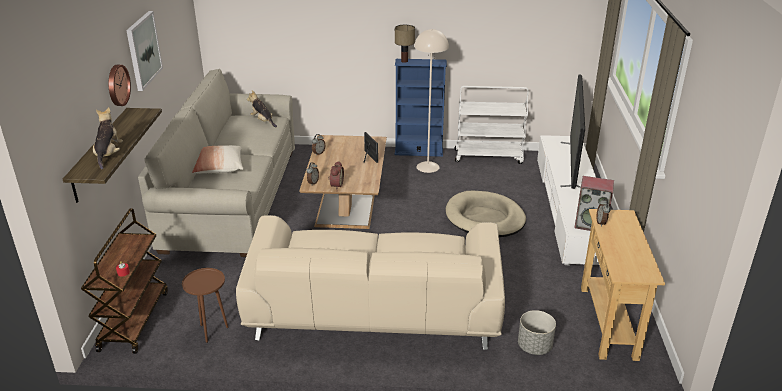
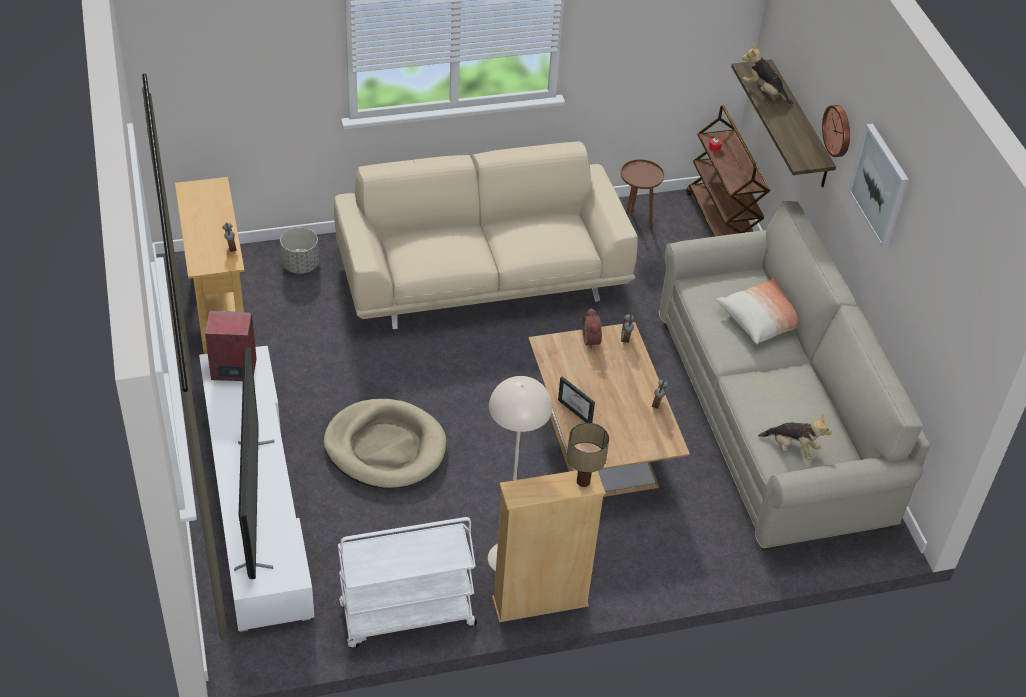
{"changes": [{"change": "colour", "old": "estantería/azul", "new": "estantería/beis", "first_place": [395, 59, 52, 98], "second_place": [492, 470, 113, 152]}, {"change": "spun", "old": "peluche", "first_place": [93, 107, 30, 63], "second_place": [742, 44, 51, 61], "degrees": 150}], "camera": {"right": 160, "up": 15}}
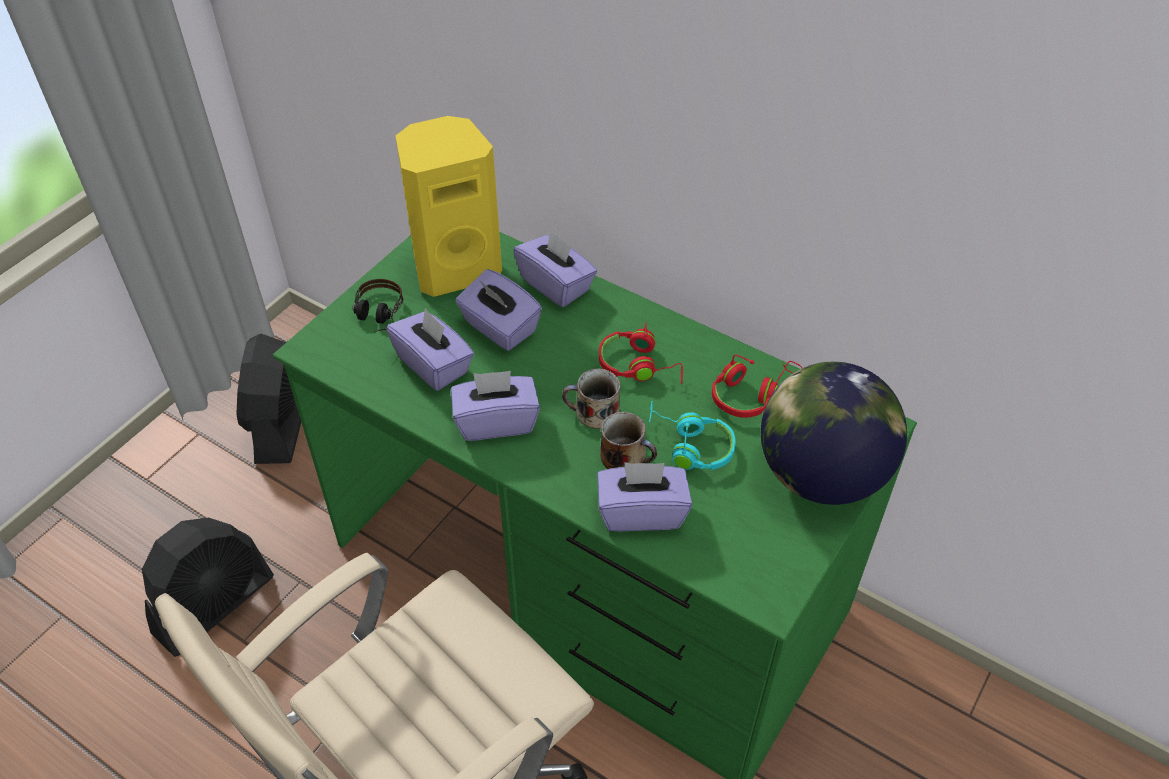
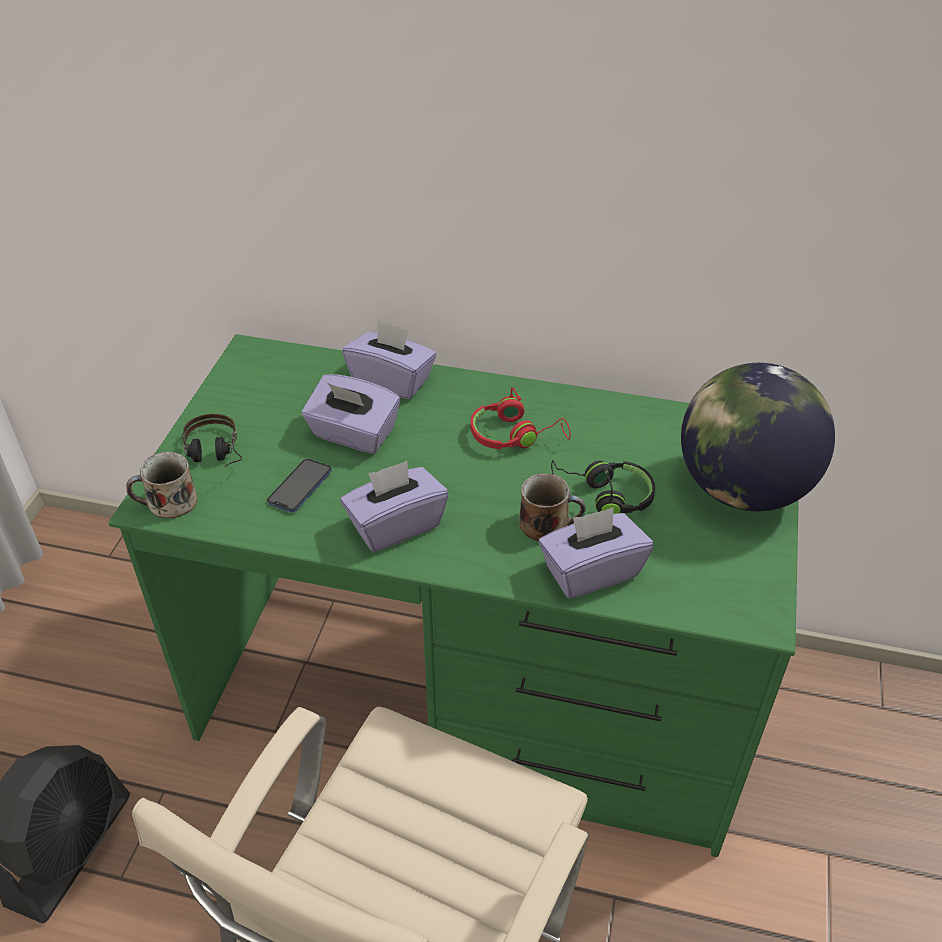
{"changes": [{"change": "missing", "old": "ventilador/negro", "first_place": [236, 333, 65, 131]}, {"change": "missing", "old": "altavoz/amarillo", "first_place": [396, 116, 106, 181]}, {"change": "missing", "old": "auriculares/rojo", "first_place": [712, 354, 90, 64]}, {"change": "relocated", "old": "taza grande", "first_place": [562, 369, 58, 60], "second_place": [126, 452, 71, 66]}, {"change": "exchanged", "old": "caja de pañuelos/morado", "new": "móvil", "first_place": [386, 308, 88, 83], "second_place": [267, 459, 65, 53]}, {"change": "colour", "old": "auriculares/turquesa", "new": "auriculares/negro", "first_place": [648, 401, 88, 69], "second_place": [551, 460, 104, 54]}], "camera": {"right": -20, "up": -5}}
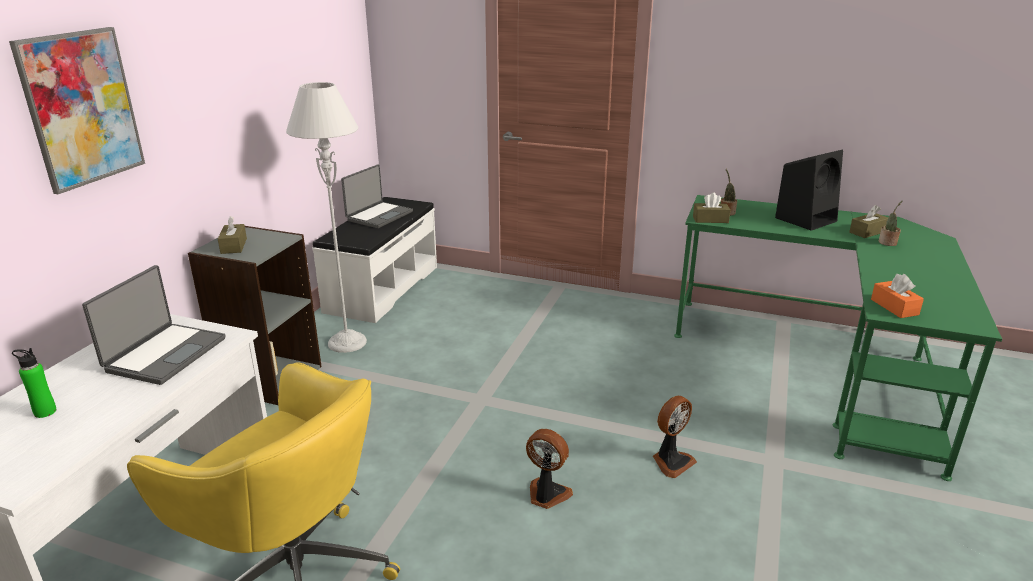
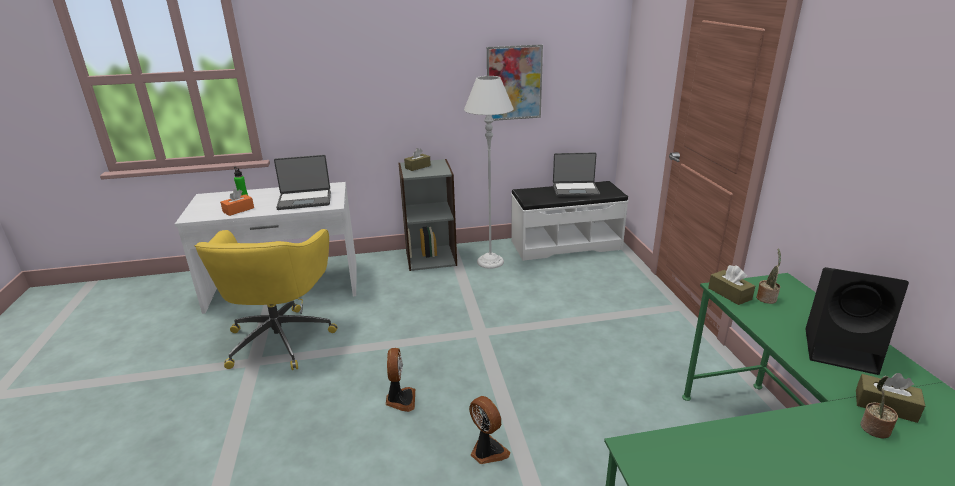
{"changes": [{"change": "relocated", "old": "cuadro", "first_place": [9, 27, 136, 167], "second_place": [487, 44, 56, 77]}, {"change": "relocated", "old": "caja de pañuelos/naranja", "first_place": [871, 274, 53, 44], "second_place": [220, 189, 34, 27]}, {"change": "spun", "old": "ventilador", "first_place": [653, 396, 44, 82], "second_place": [469, 396, 41, 68], "degrees": -150}], "camera": {"right": 60, "up": 0}}
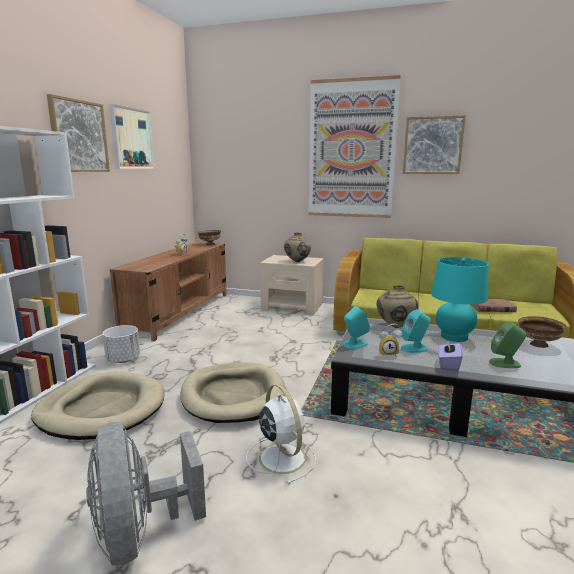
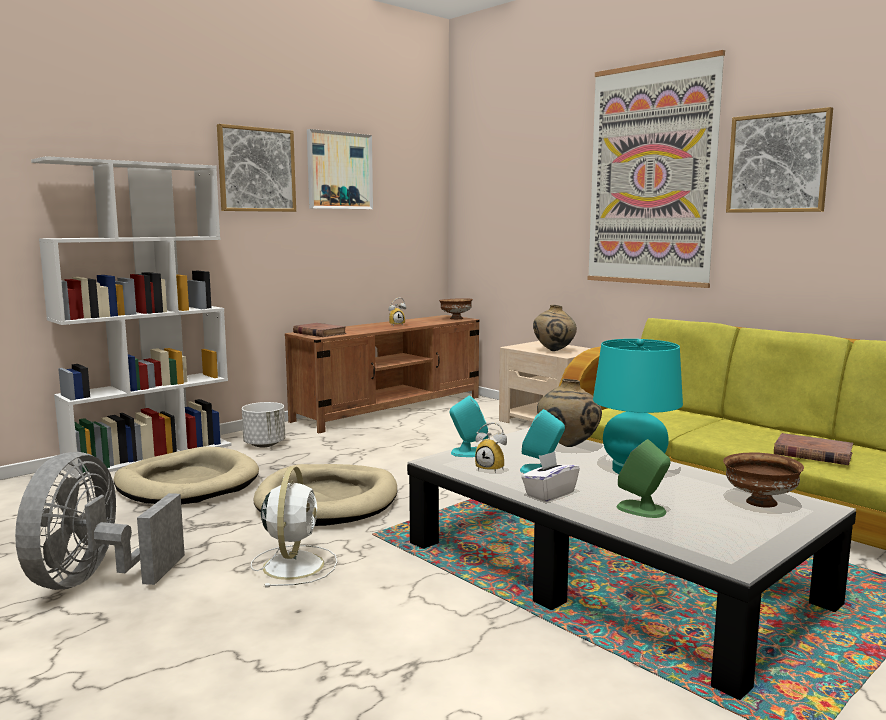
{"changes": [{"change": "appeared", "new": "libro/marrón", "second_place": [293, 323, 54, 14]}, {"change": "colour", "old": "caja de pañuelos/morado", "new": "caja de pañuelos/blanco", "first_place": [438, 339, 25, 32], "second_place": [521, 451, 59, 51]}], "camera": {"right": 30, "up": -5}}
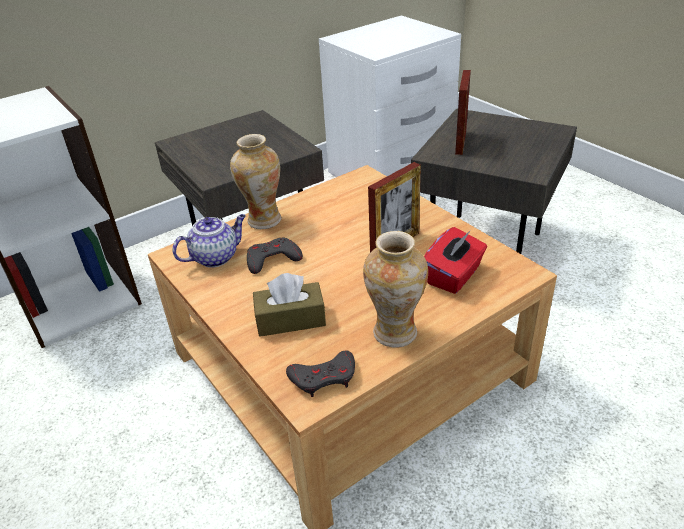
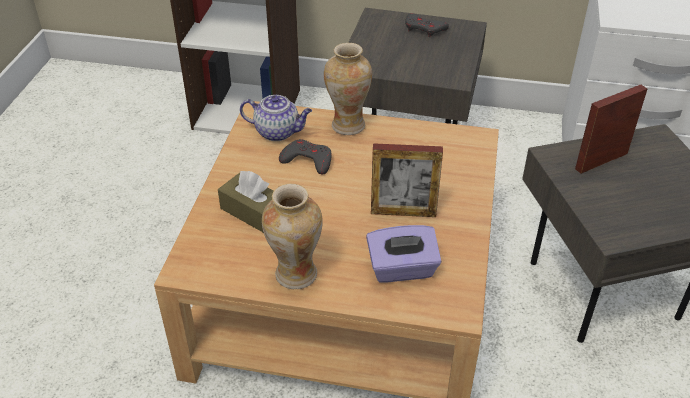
{"changes": [{"change": "relocated", "old": "mando de consola/gris", "first_place": [286, 350, 69, 47], "second_place": [405, 13, 44, 24]}, {"change": "colour", "old": "caja de pañuelos/rojo", "new": "caja de pañuelos/morado", "first_place": [424, 227, 63, 67], "second_place": [366, 225, 76, 58]}], "camera": {"right": 45, "up": 5}}
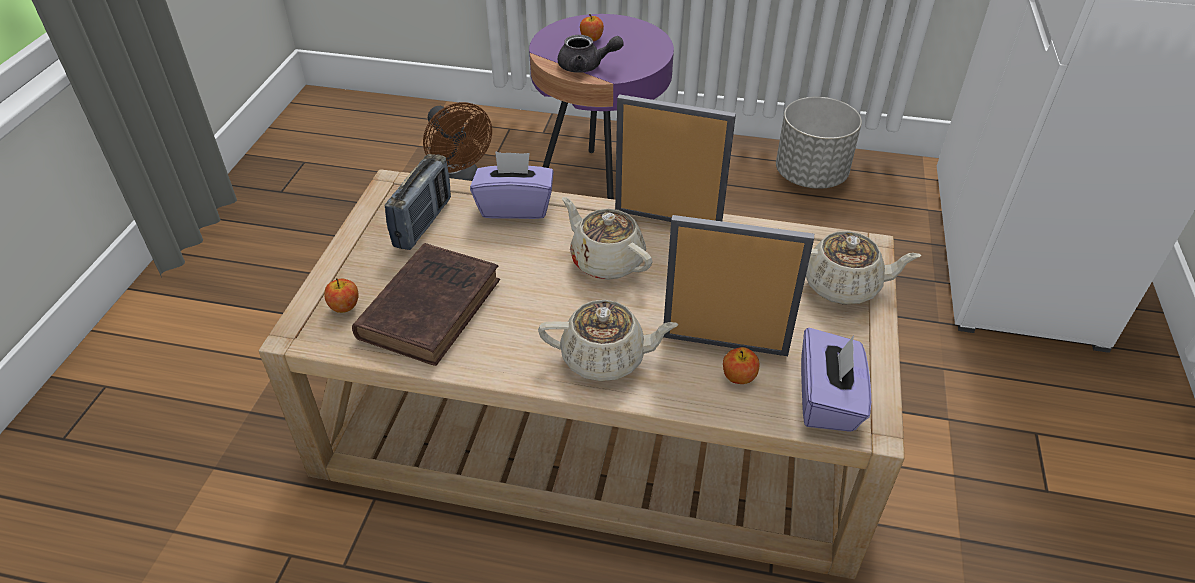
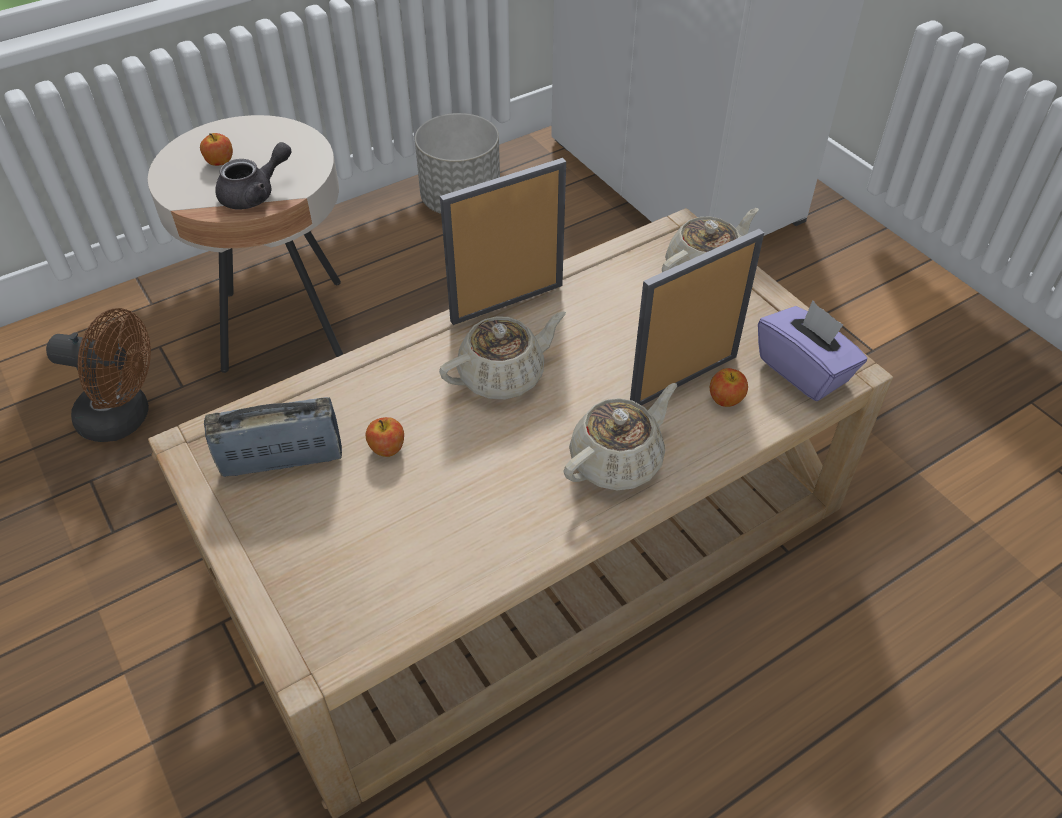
{"changes": [{"change": "missing", "old": "libro/marrón", "first_place": [352, 243, 148, 123]}, {"change": "missing", "old": "caja de pañuelos/morado", "first_place": [470, 151, 83, 68]}, {"change": "relocated", "old": "manzana", "first_place": [324, 278, 35, 35], "second_place": [366, 417, 38, 40]}, {"change": "colour", "old": "mesa auxiliar/morado", "new": "mesa auxiliar/beis", "first_place": [529, 14, 145, 185], "second_place": [148, 115, 195, 258]}, {"change": "spun", "old": "radio", "first_place": [385, 154, 66, 96], "second_place": [204, 397, 138, 80], "degrees": -75}, {"change": "spun", "old": "tetera/beis", "first_place": [562, 197, 91, 83], "second_place": [439, 312, 127, 88], "degrees": 150}], "camera": {"right": -45, "up": 5}}
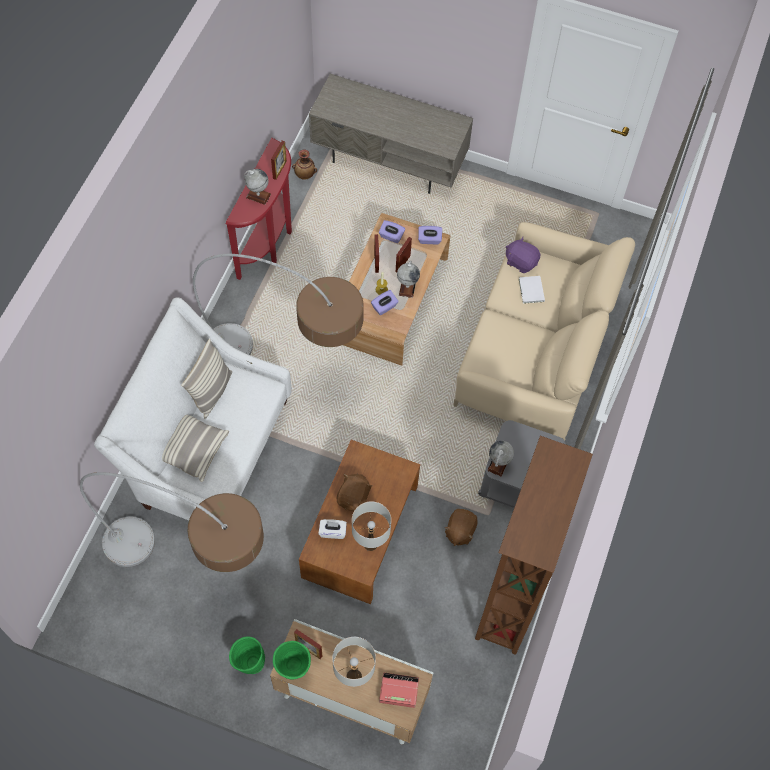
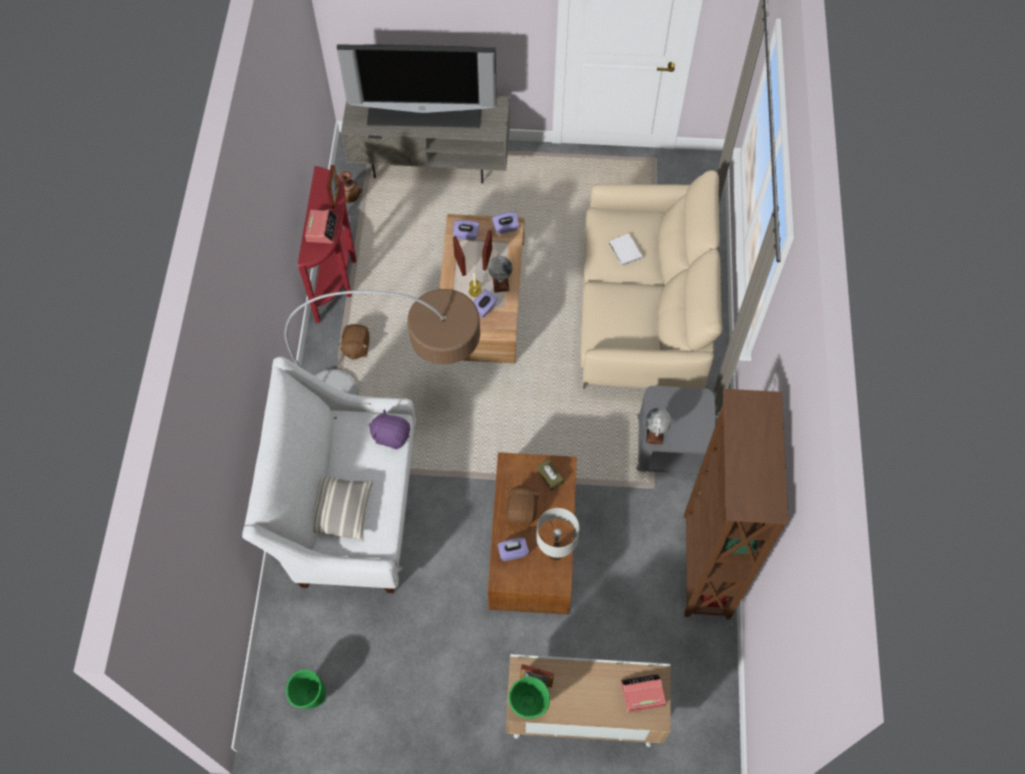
{"changes": [{"change": "missing", "old": "lámpara de pie", "first_place": [80, 472, 184, 100]}, {"change": "missing", "old": "cojín", "first_place": [181, 339, 51, 80]}, {"change": "missing", "old": "lámpara de mesa/blanco", "first_place": [332, 637, 44, 50]}, {"change": "appeared", "new": "televisor", "second_place": [337, 44, 160, 84]}, {"change": "appeared", "new": "caja de pañuelos/marrón", "second_place": [537, 459, 26, 32]}, {"change": "relocated", "old": "florero/verde", "first_place": [229, 637, 36, 37], "second_place": [286, 669, 40, 40]}, {"change": "relocated", "old": "peluche/marrón", "first_place": [444, 509, 34, 37], "second_place": [338, 324, 31, 36]}, {"change": "relocated", "old": "peluche/morado", "first_place": [506, 237, 34, 36], "second_place": [369, 409, 41, 40]}, {"change": "exchanged", "old": "globo terráqueo", "new": "despertador", "first_place": [244, 169, 27, 36], "second_place": [305, 209, 33, 35]}, {"change": "colour", "old": "caja de pañuelos/blanco", "new": "caja de pañuelos/morado", "first_place": [318, 519, 29, 20], "second_place": [497, 538, 32, 23]}], "camera": {"right": -15, "up": 0}}
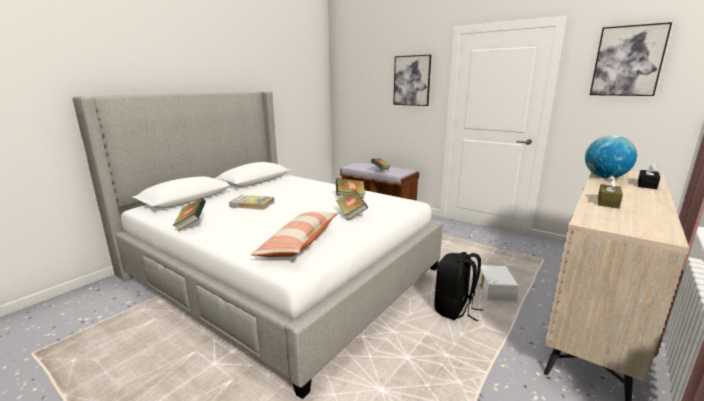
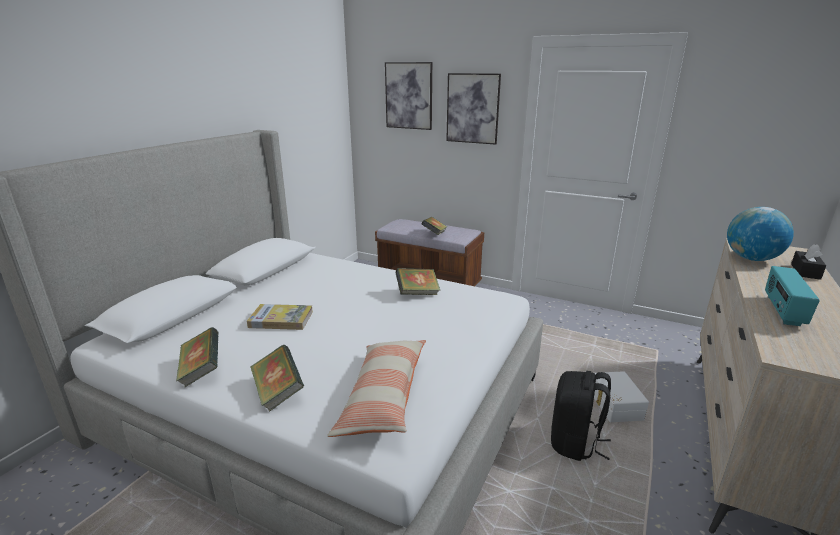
{"changes": [{"change": "relocated", "old": "libro", "first_place": [336, 190, 32, 30], "second_place": [251, 345, 53, 67]}, {"change": "relocated", "old": "cuadro", "first_place": [590, 22, 82, 74], "second_place": [385, 62, 47, 68]}, {"change": "exchanged", "old": "caja de pañuelos/marrón", "new": "radio", "first_place": [598, 175, 25, 33], "second_place": [765, 266, 55, 60]}], "camera": {"right": -10, "up": 5}}
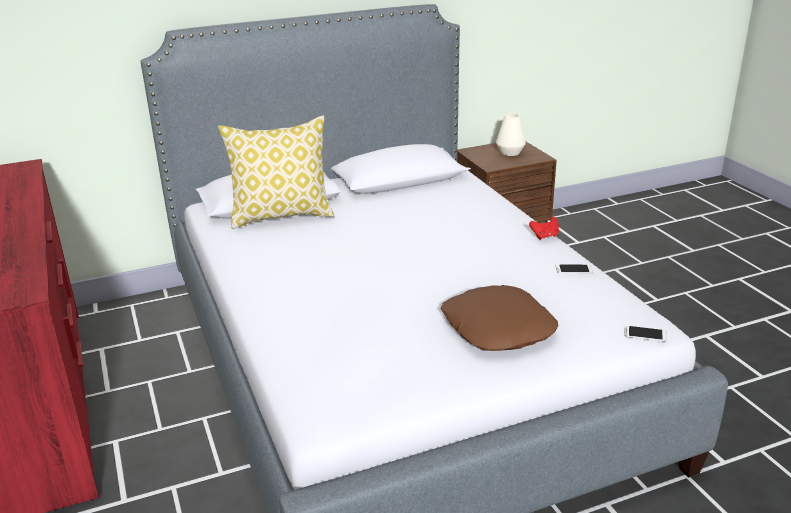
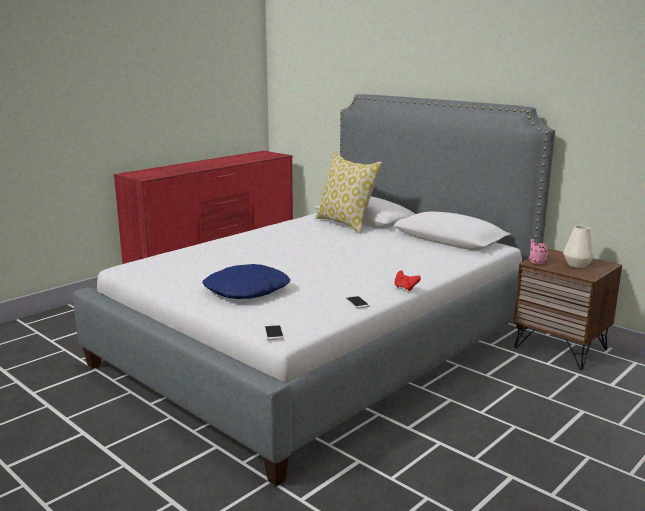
{"changes": [{"change": "appeared", "new": "taza grande/rosa", "second_place": [529, 239, 20, 25]}, {"change": "colour", "old": "cojín/marrón", "new": "cojín/azul", "first_place": [441, 285, 117, 66], "second_place": [202, 264, 89, 35]}], "camera": {"right": 65, "up": -10}}
